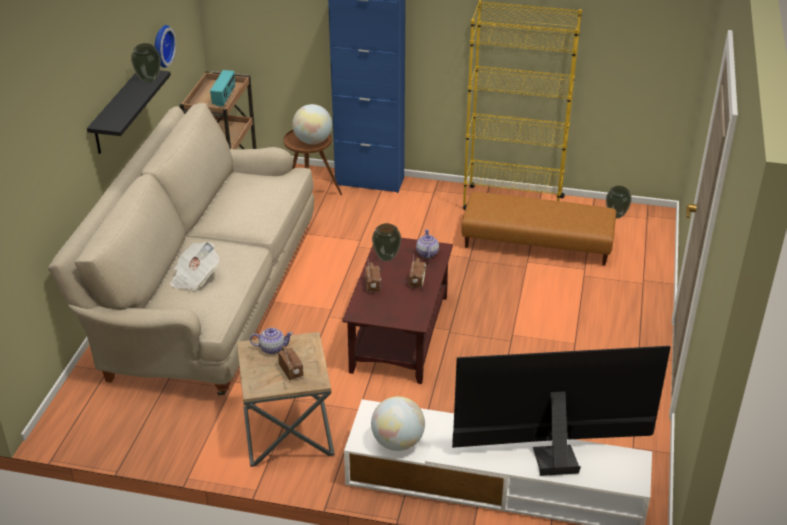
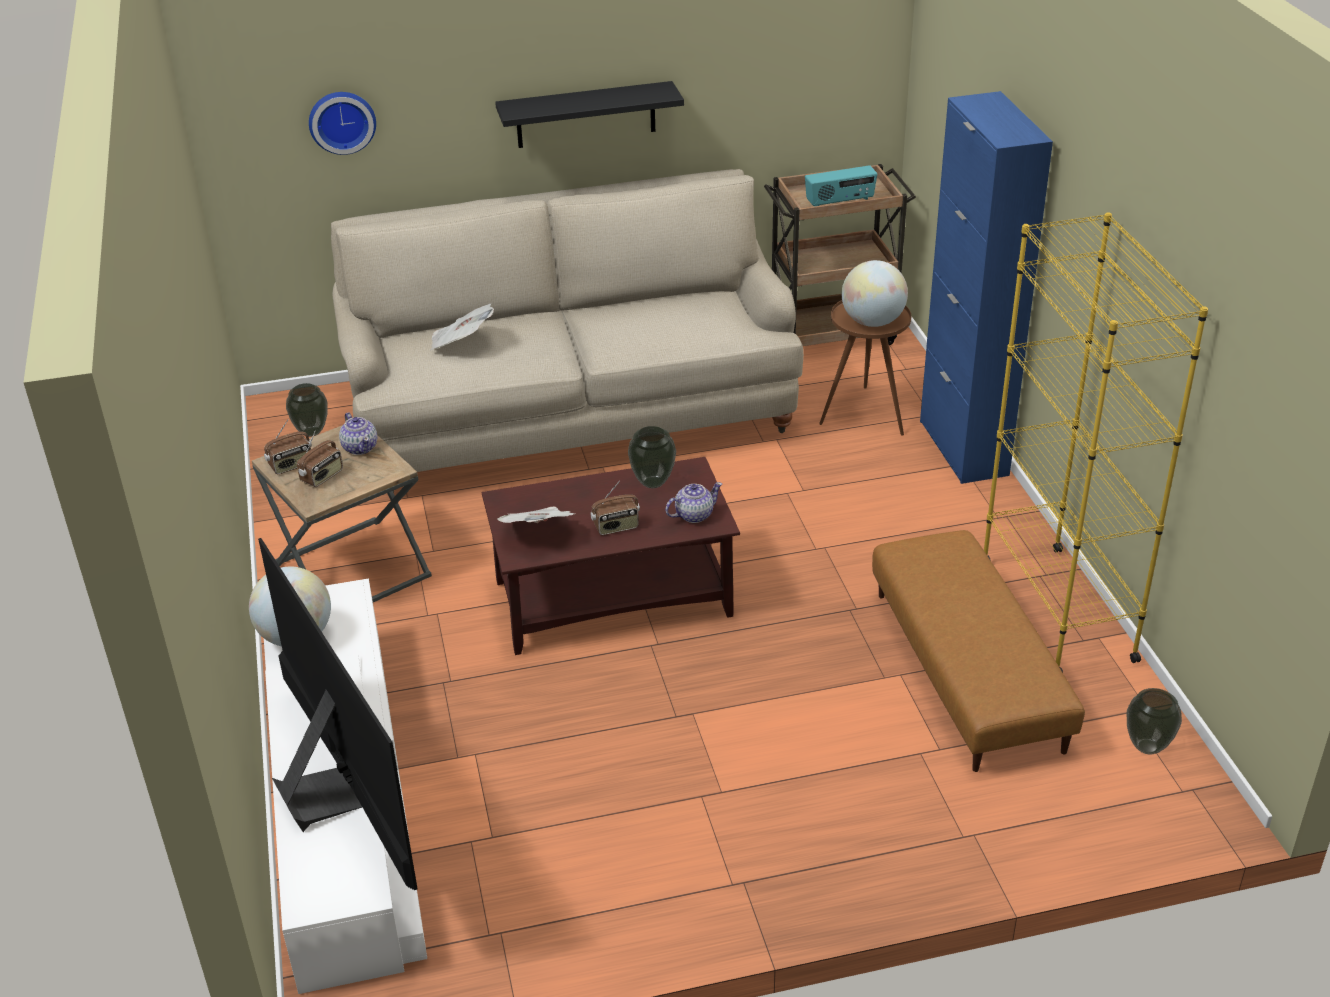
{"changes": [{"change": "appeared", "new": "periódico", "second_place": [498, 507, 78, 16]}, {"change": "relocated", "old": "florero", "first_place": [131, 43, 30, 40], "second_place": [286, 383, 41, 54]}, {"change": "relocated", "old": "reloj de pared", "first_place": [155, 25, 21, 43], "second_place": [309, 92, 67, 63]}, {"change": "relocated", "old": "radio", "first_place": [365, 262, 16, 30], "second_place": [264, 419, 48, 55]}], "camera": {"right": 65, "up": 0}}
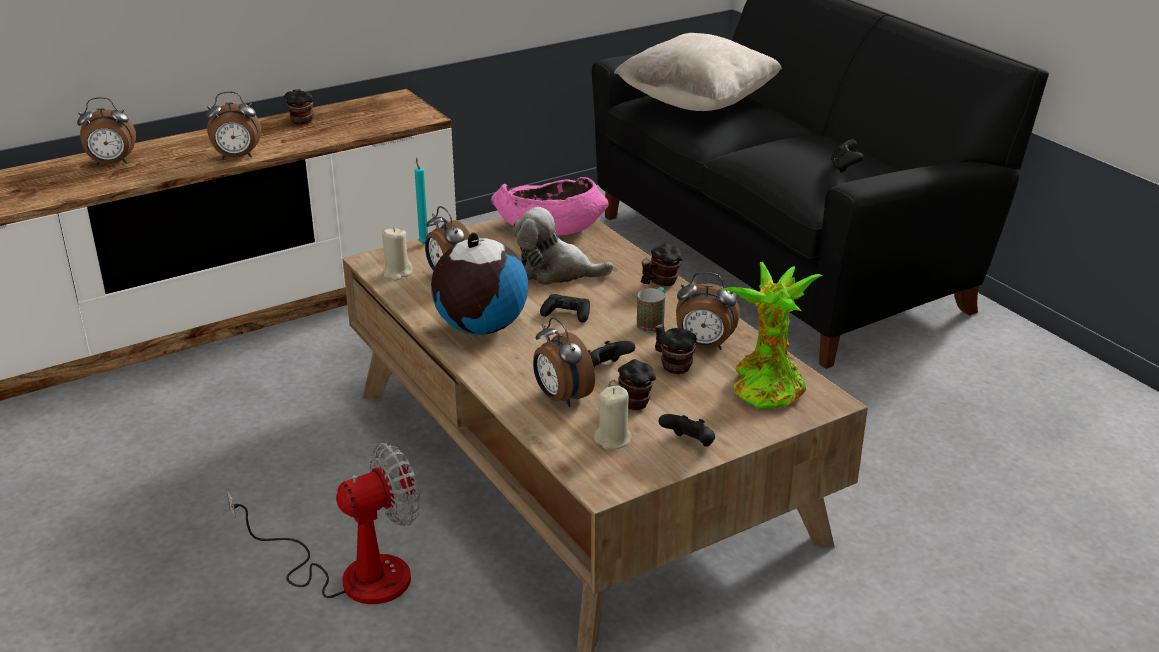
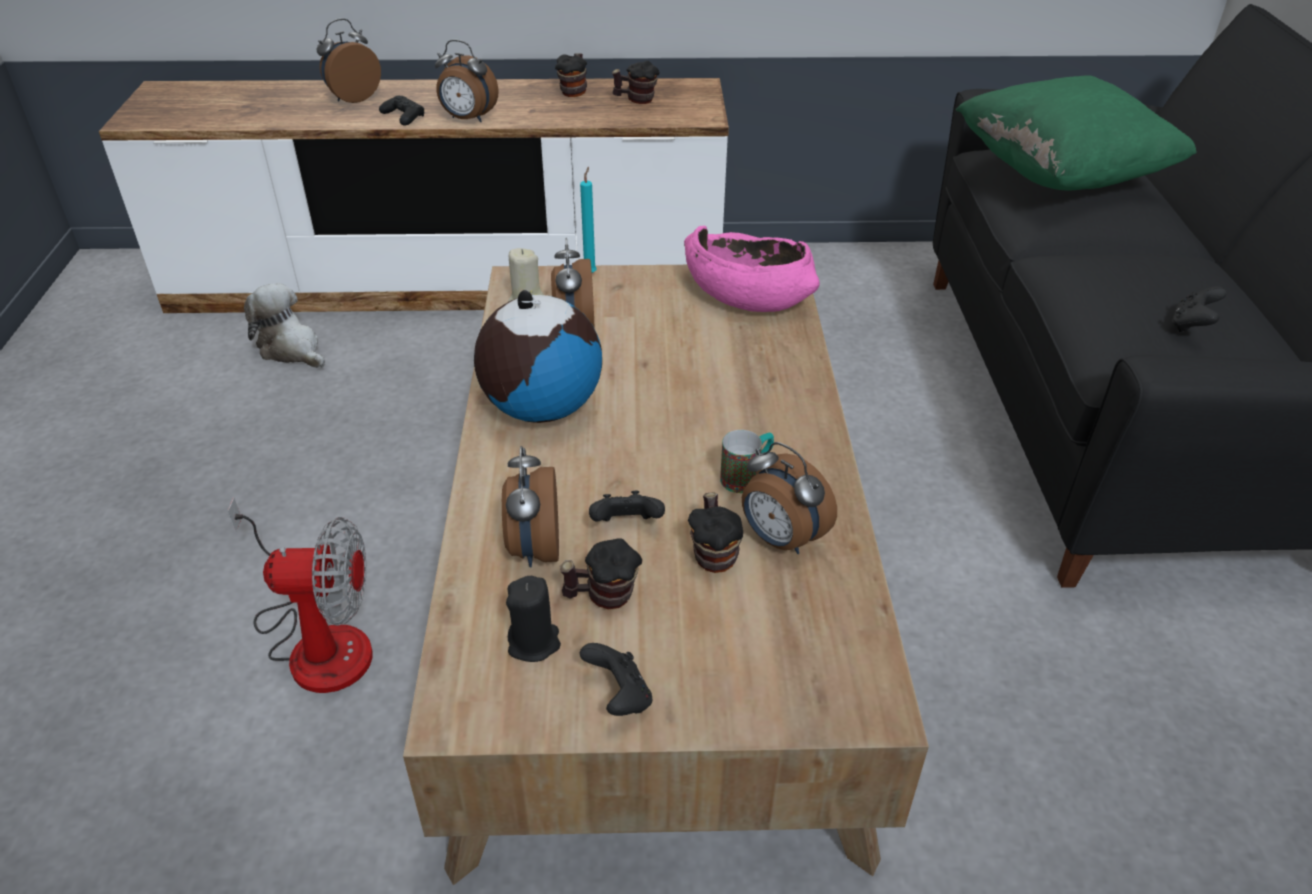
{"changes": [{"change": "missing", "old": "planta en maceta", "first_place": [720, 262, 103, 147]}, {"change": "relocated", "old": "peluche", "first_place": [513, 207, 101, 78], "second_place": [244, 283, 81, 85]}, {"change": "relocated", "old": "mando de consola/negro", "first_place": [540, 294, 50, 29], "second_place": [379, 95, 45, 31]}, {"change": "relocated", "old": "taza grande", "first_place": [641, 243, 42, 43], "second_place": [612, 61, 48, 43]}, {"change": "colour", "old": "vela/beis", "new": "vela/negro", "first_place": [594, 386, 38, 64], "second_place": [506, 576, 55, 86]}, {"change": "colour", "old": "cojín/beis", "new": "cojín/verde", "first_place": [614, 33, 168, 78], "second_place": [956, 76, 241, 114]}, {"change": "spun", "old": "despertador", "first_place": [77, 97, 59, 69], "second_place": [317, 19, 64, 84], "degrees": 120}], "camera": {"right": 30, "up": 10}}
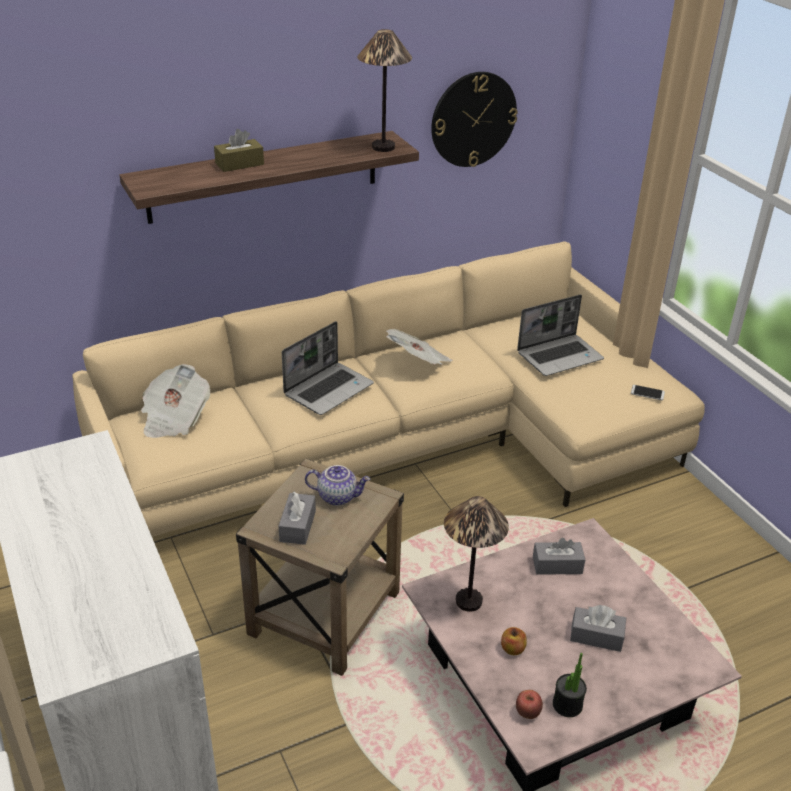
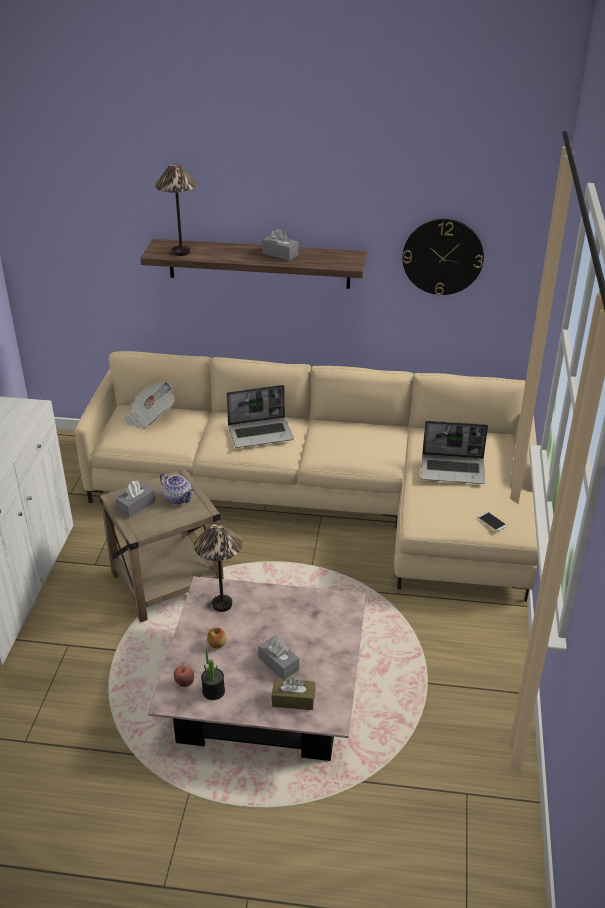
{"changes": [{"change": "missing", "old": "periódico", "first_place": [386, 329, 67, 36]}, {"change": "relocated", "old": "caja de pañuelos/marrón", "first_place": [214, 129, 50, 43], "second_place": [272, 678, 43, 32]}, {"change": "relocated", "old": "lámpara de mesa", "first_place": [357, 29, 55, 123], "second_place": [155, 164, 42, 92]}, {"change": "relocated", "old": "caja de pañuelos/gris", "first_place": [533, 538, 52, 37], "second_place": [262, 228, 36, 33]}], "camera": {"right": 35, "up": 0}}
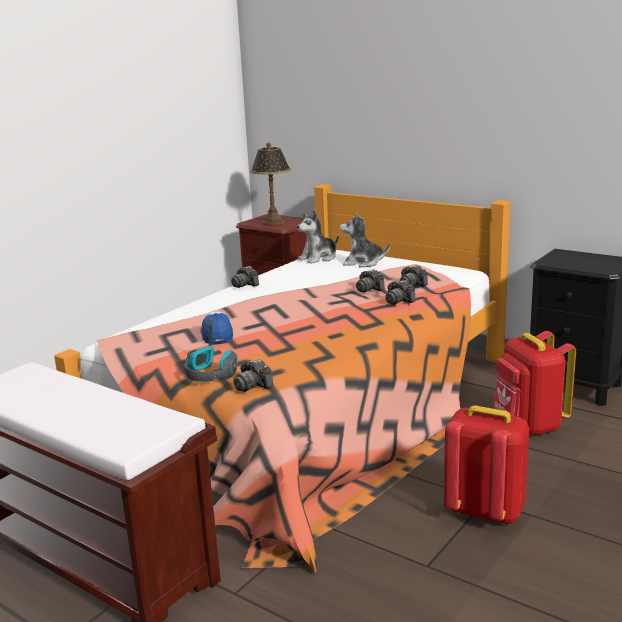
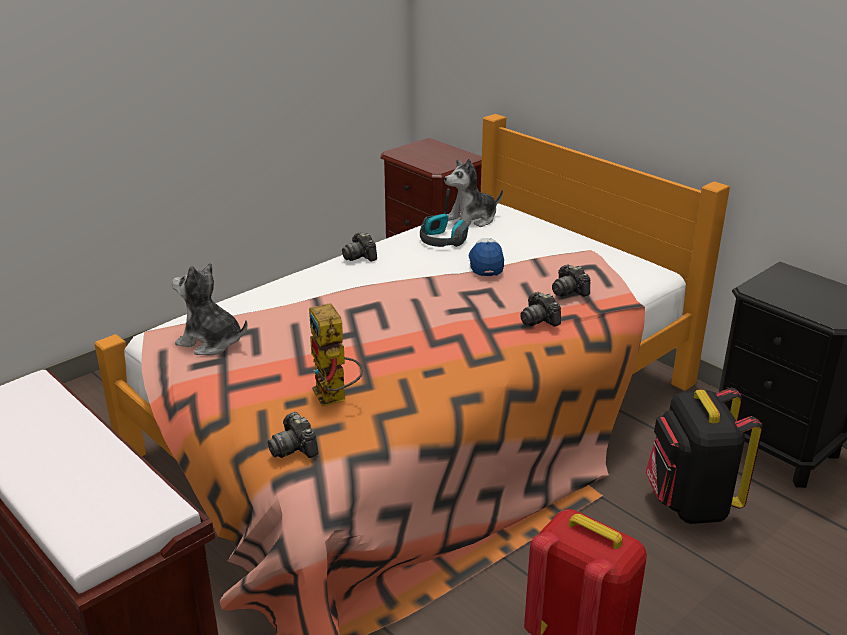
{"changes": [{"change": "missing", "old": "lámpara de mesa", "first_place": [250, 143, 41, 82]}, {"change": "missing", "old": "cámara", "first_place": [356, 269, 29, 24]}, {"change": "appeared", "new": "robot de juguete", "second_place": [309, 303, 54, 104]}, {"change": "relocated", "old": "auriculares", "first_place": [184, 318, 53, 64], "second_place": [420, 188, 49, 59]}, {"change": "relocated", "old": "gorra", "first_place": [200, 311, 33, 34], "second_place": [469, 238, 35, 38]}, {"change": "relocated", "old": "peluche", "first_place": [340, 212, 50, 55], "second_place": [172, 263, 75, 92]}, {"change": "colour", "old": "mochila/rojo", "new": "mochila/negro", "first_place": [493, 331, 83, 104], "second_place": [645, 388, 117, 136]}], "camera": {"right": 10, "up": 10}}
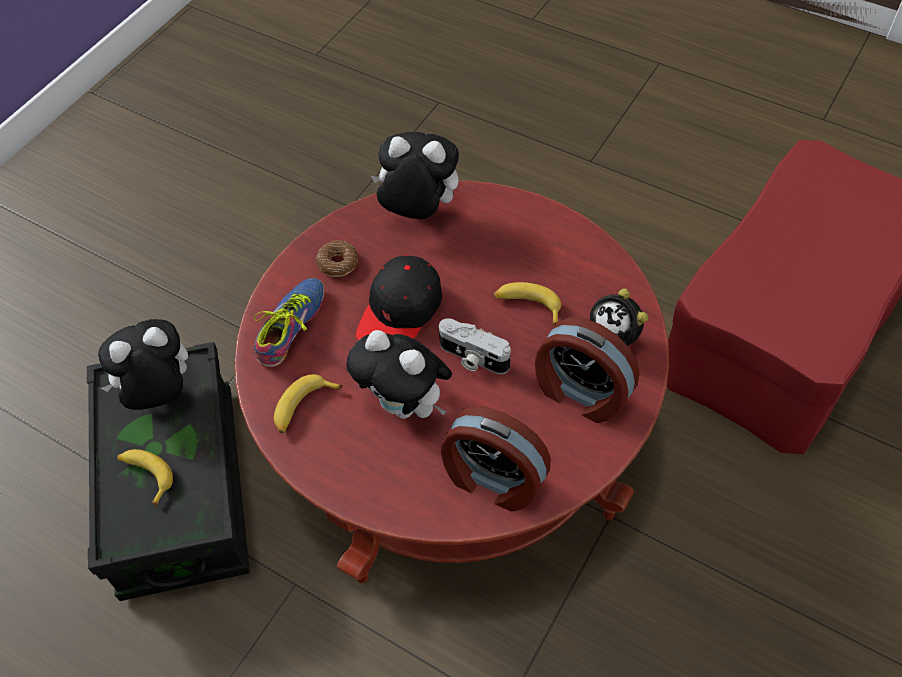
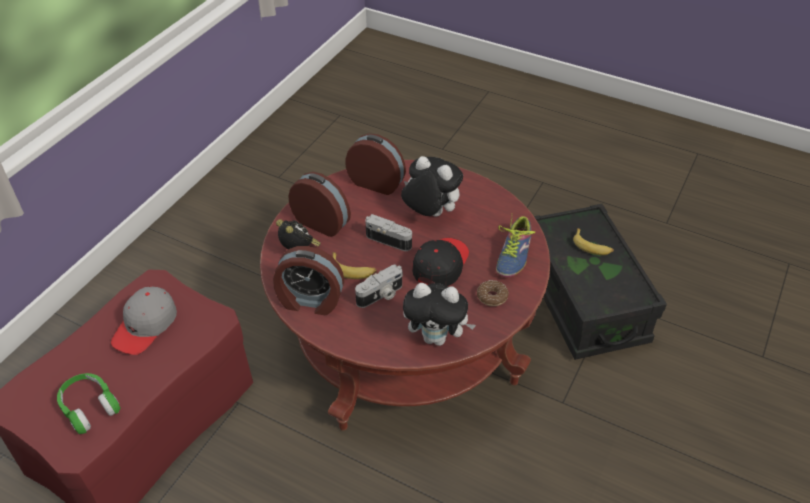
{"changes": [{"change": "missing", "old": "peluche", "first_place": [98, 319, 90, 91]}, {"change": "missing", "old": "plátano", "first_place": [274, 374, 69, 59]}, {"change": "appeared", "new": "auriculares/verde", "second_place": [57, 373, 64, 61]}, {"change": "appeared", "new": "gorra/gris", "second_place": [111, 286, 66, 69]}, {"change": "appeared", "new": "despertador", "second_place": [273, 246, 71, 69]}, {"change": "appeared", "new": "cámara", "second_place": [355, 264, 48, 44]}], "camera": {"right": 175, "up": -10}}
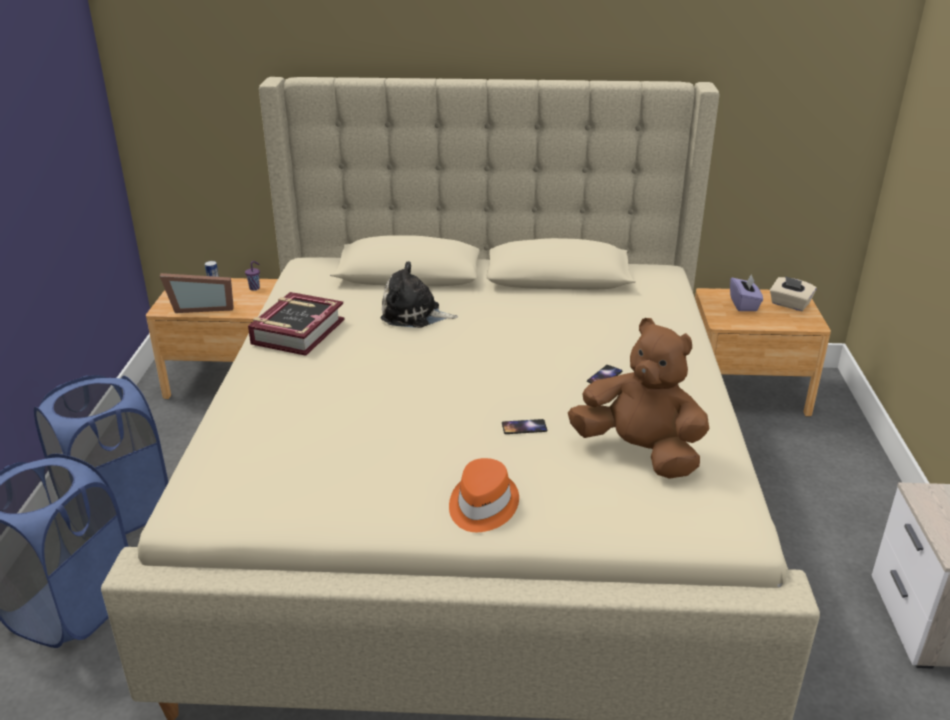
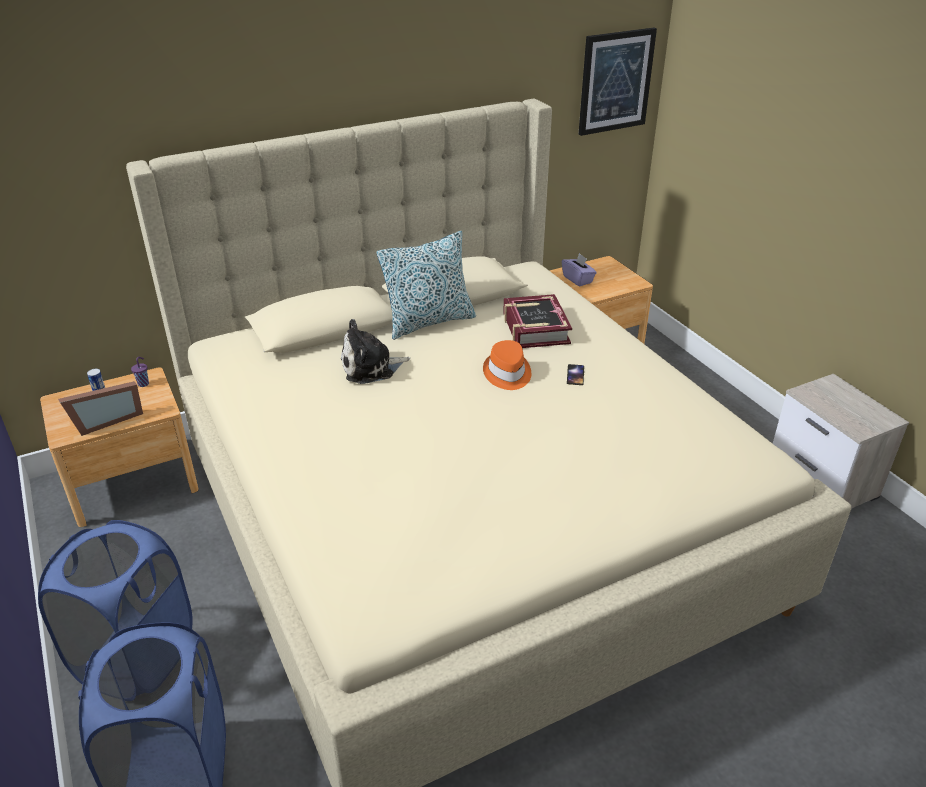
{"changes": [{"change": "missing", "old": "móvil", "first_place": [502, 419, 45, 15]}, {"change": "missing", "old": "peluche/marrón", "first_place": [568, 318, 141, 161]}, {"change": "missing", "old": "caja de pañuelos/beis", "first_place": [770, 276, 47, 35]}, {"change": "appeared", "new": "cojín", "second_place": [377, 231, 99, 109]}, {"change": "appeared", "new": "cuadro", "second_place": [579, 28, 78, 108]}, {"change": "relocated", "old": "libro", "first_place": [248, 292, 97, 64], "second_place": [503, 294, 69, 54]}, {"change": "relocated", "old": "sombrero/naranja", "first_place": [449, 458, 70, 74], "second_place": [483, 340, 48, 50]}], "camera": {"right": -30, "up": 5}}
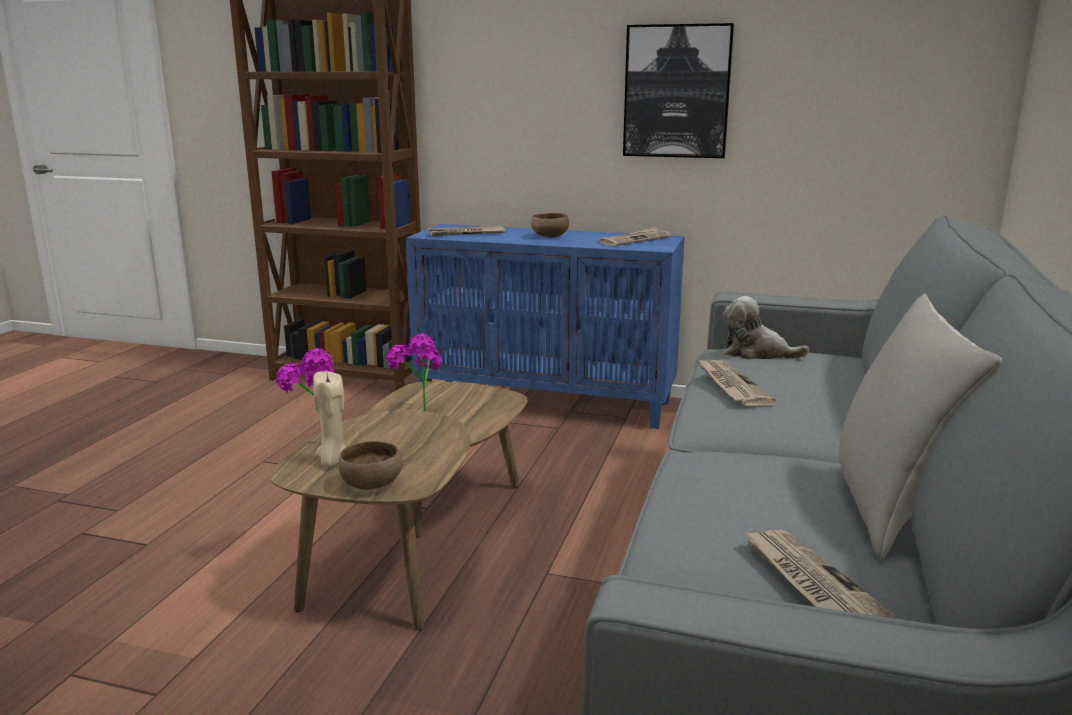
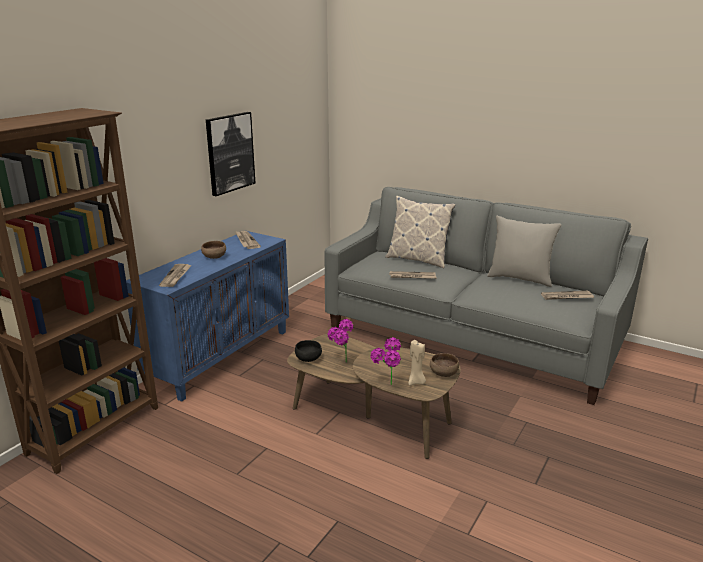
{"changes": [{"change": "missing", "old": "peluche", "first_place": [722, 296, 87, 63]}, {"change": "appeared", "new": "cuenco/negro", "second_place": [295, 340, 27, 22]}, {"change": "appeared", "new": "cojín", "second_place": [385, 196, 71, 72]}], "camera": {"right": -75, "up": 5}}
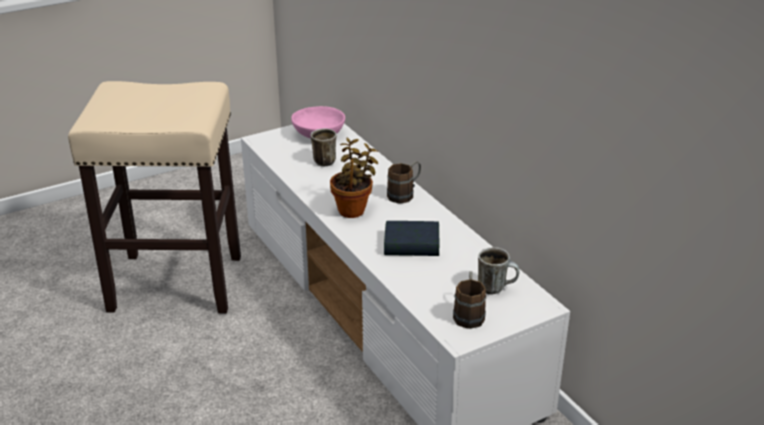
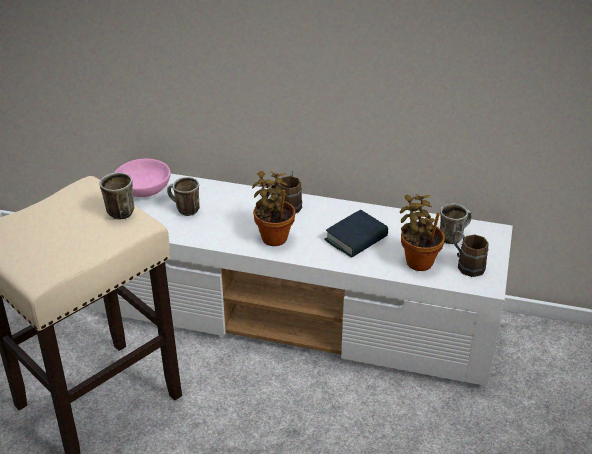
{"changes": [{"change": "appeared", "new": "taza grande", "second_place": [99, 172, 36, 48]}, {"change": "appeared", "new": "planta en maceta", "second_place": [400, 194, 45, 77]}], "camera": {"right": -45, "up": 5}}
